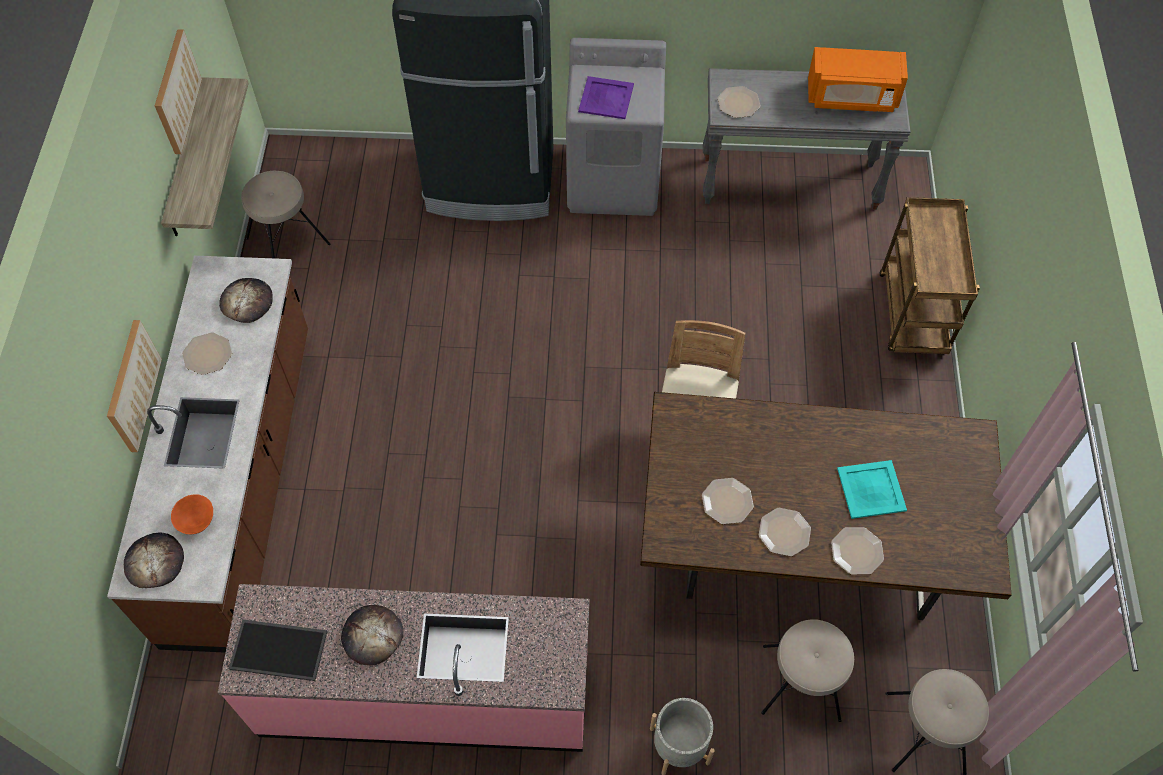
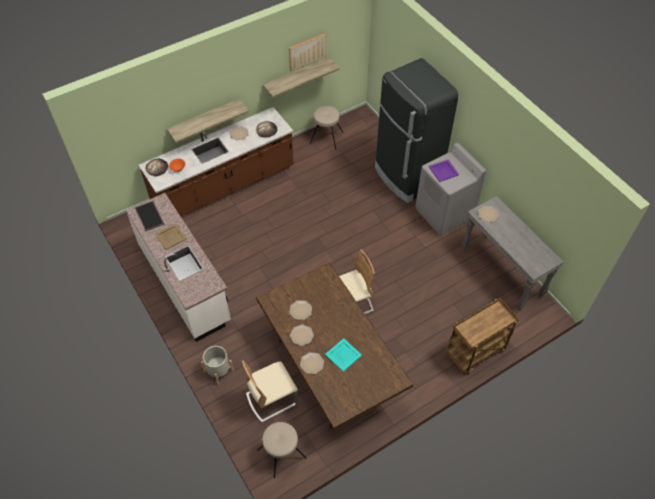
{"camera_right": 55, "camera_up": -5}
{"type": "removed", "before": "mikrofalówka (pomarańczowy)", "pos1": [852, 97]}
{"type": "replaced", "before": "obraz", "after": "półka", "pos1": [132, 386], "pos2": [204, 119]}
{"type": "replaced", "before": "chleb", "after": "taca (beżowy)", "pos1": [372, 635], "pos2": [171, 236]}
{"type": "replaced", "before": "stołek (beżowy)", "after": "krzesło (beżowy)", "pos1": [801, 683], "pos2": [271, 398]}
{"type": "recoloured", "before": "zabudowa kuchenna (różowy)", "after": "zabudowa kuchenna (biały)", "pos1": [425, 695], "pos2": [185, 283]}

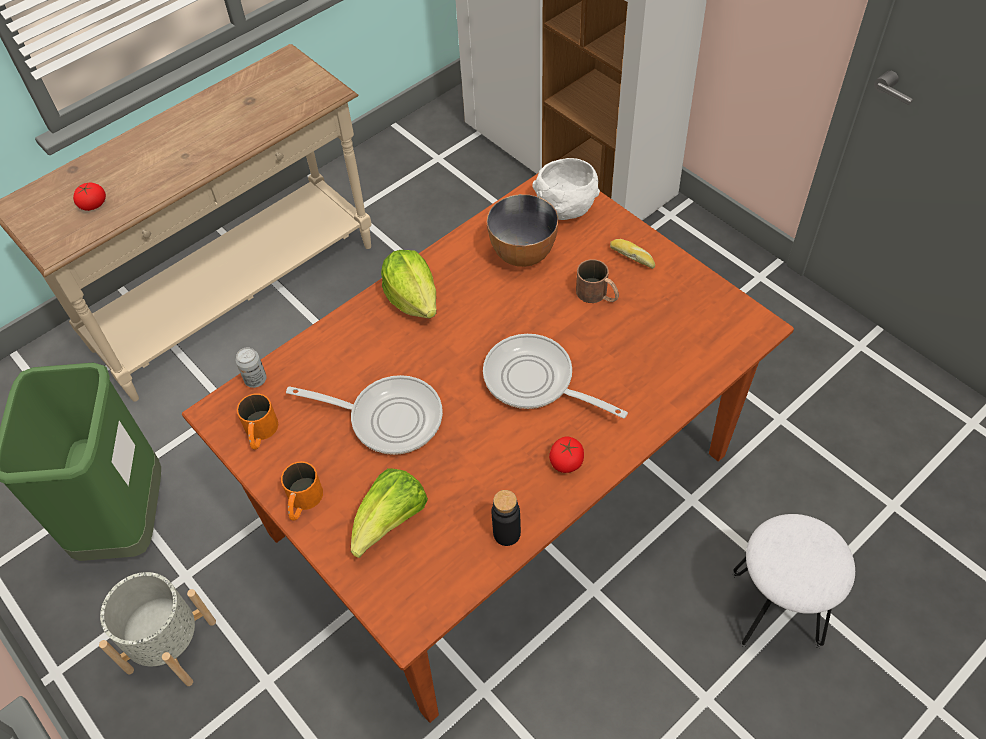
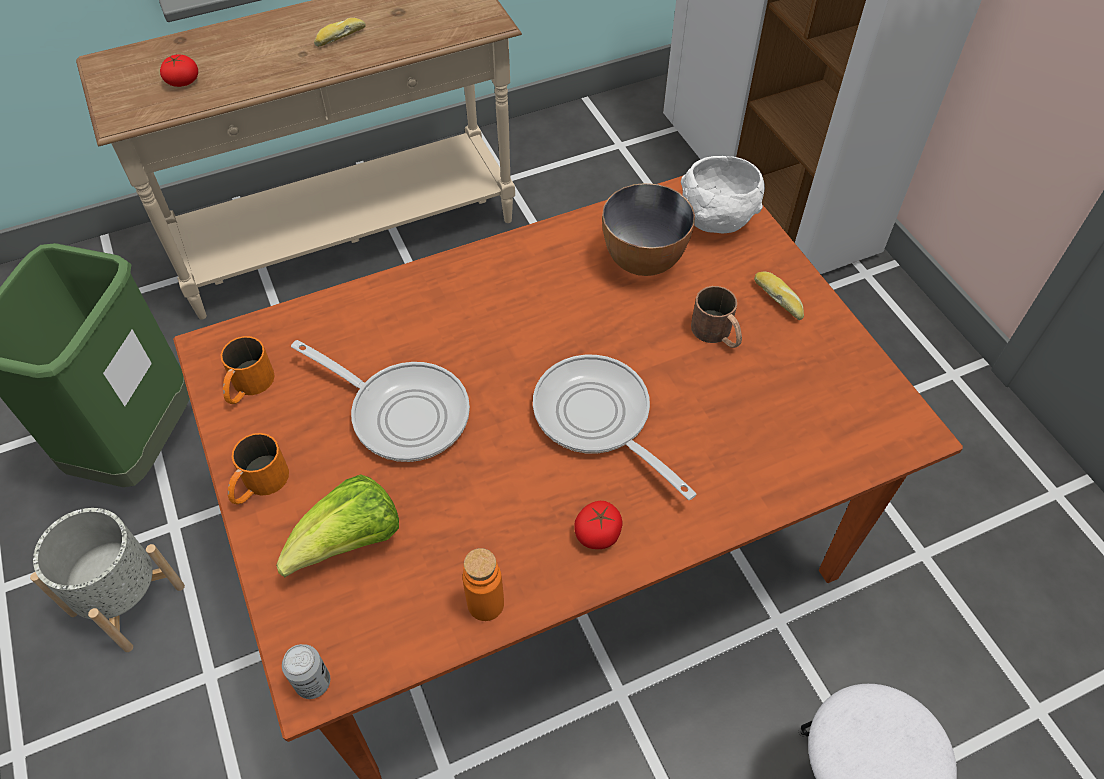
{"camera_right": 15, "camera_up": 0}
{"type": "removed", "before": "sałata", "pos1": [413, 299]}
{"type": "added", "after": "chleb", "pos2": [340, 37]}
{"type": "moved", "before": "puszka", "pos1": [255, 379], "pos2": [313, 682]}
{"type": "recoloured", "before": "butelka (czarny)", "after": "butelka (pomarańczowy)", "pos1": [507, 533], "pos2": [485, 604]}

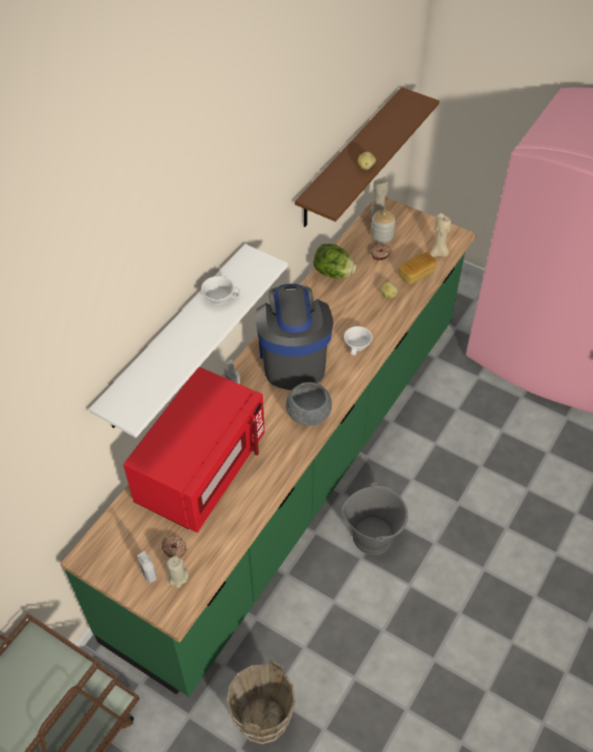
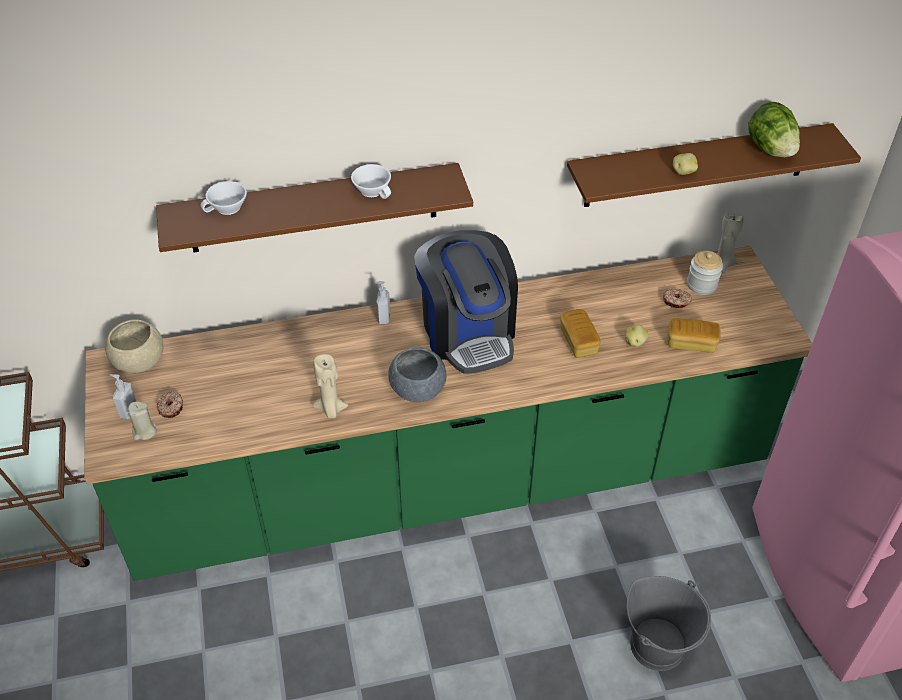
{"camera_right": 45, "camera_up": -5}
{"type": "removed", "before": "mikrofalówka (czerwony)", "pos1": [200, 469]}
{"type": "removed", "before": "wiadro (brązowy)", "pos1": [262, 720]}
{"type": "added", "after": "miska (beżowy)", "pos2": [138, 361]}
{"type": "added", "after": "chleb", "pos2": [578, 341]}
{"type": "moved", "before": "sałata", "pos1": [333, 273], "pos2": [770, 149]}
{"type": "moved", "before": "wiadro (szary)", "pos1": [373, 536], "pos2": [658, 645]}
{"type": "moved", "before": "filiżanka (biały)", "pos1": [358, 345], "pos2": [228, 208]}
{"type": "moved", "before": "świeca (beżowy)", "pos1": [438, 253], "pos2": [330, 410]}
{"type": "recoloured", "before": "półka (biały)", "after": "półka (brązowy)", "pos1": [175, 338], "pos2": [313, 208]}
{"type": "turned", "before": "ekspres do kawy", "pos1": [293, 358], "pos2": [467, 332], "turn": 120}

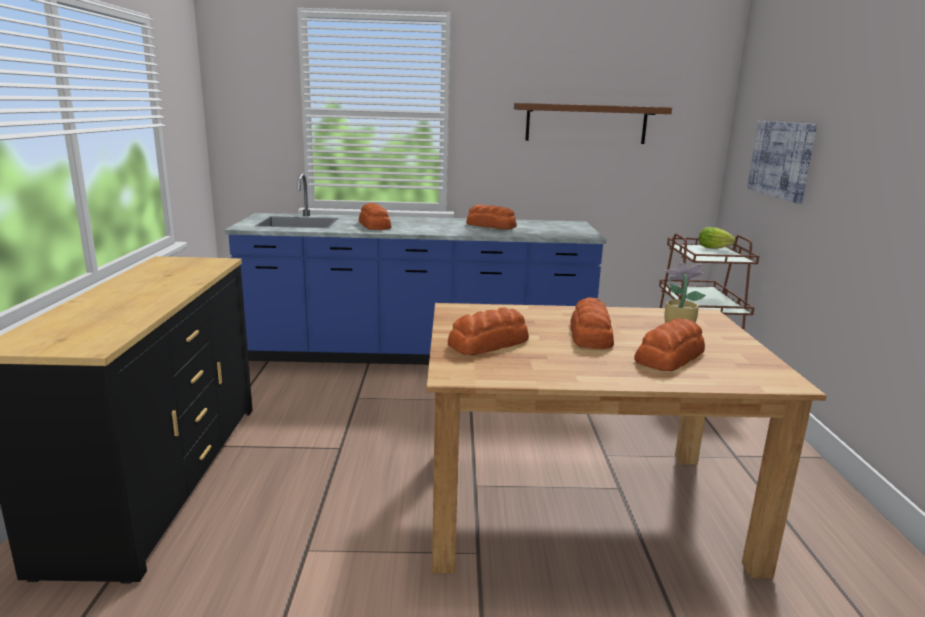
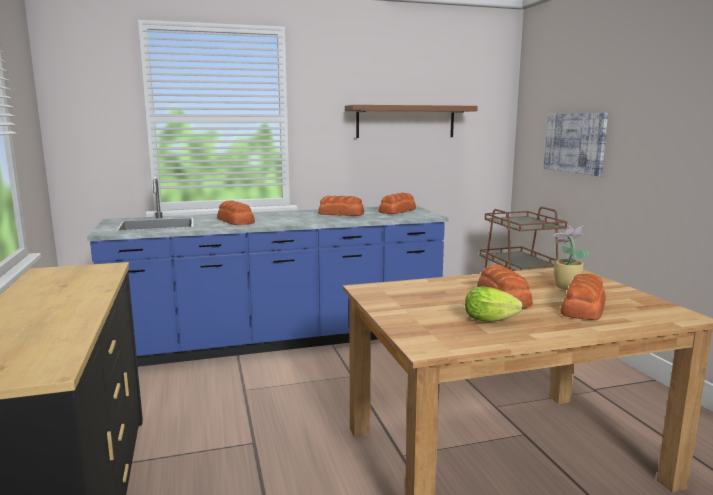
{"camera_right": -15, "camera_up": -5}
{"type": "moved", "before": "chleb", "pos1": [489, 343], "pos2": [398, 211]}
{"type": "moved", "before": "sałata", "pos1": [715, 248], "pos2": [493, 320]}

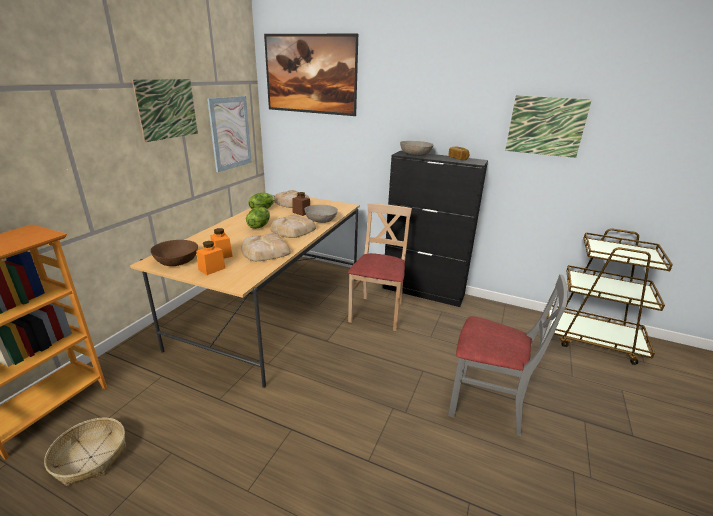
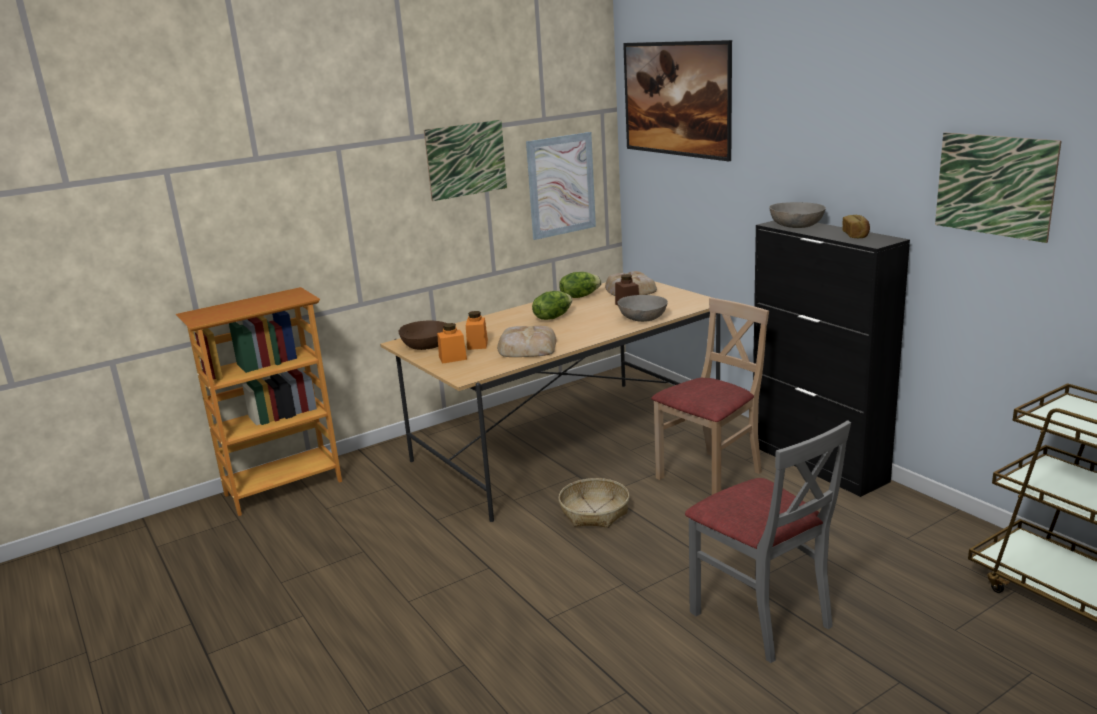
{"camera_right": 35, "camera_up": -5}
{"type": "removed", "before": "chleb", "pos1": [292, 230]}
{"type": "moved", "before": "koszyk", "pos1": [90, 457], "pos2": [594, 512]}

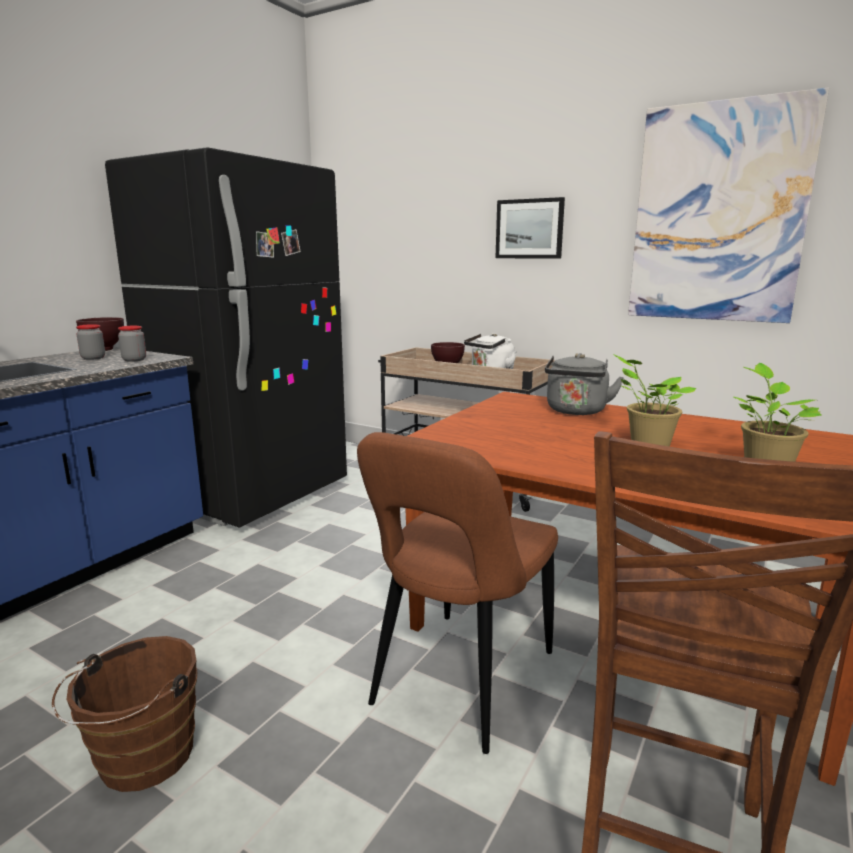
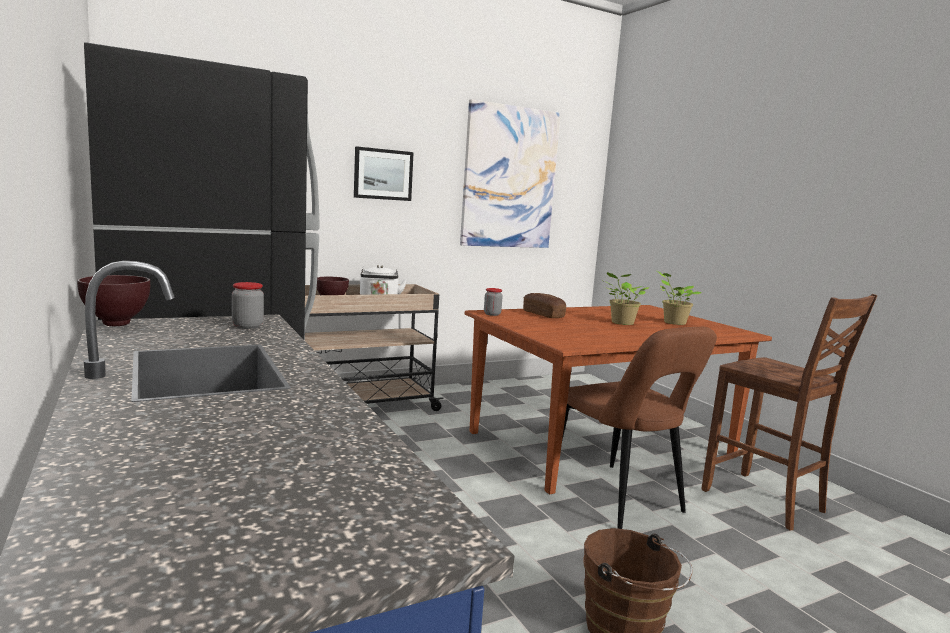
{"camera_right": -60, "camera_up": -5}
{"type": "moved", "before": "słoik", "pos1": [93, 358], "pos2": [492, 314]}
{"type": "replaced", "before": "czajnik (szary)", "after": "chleb", "pos1": [576, 411], "pos2": [543, 314]}

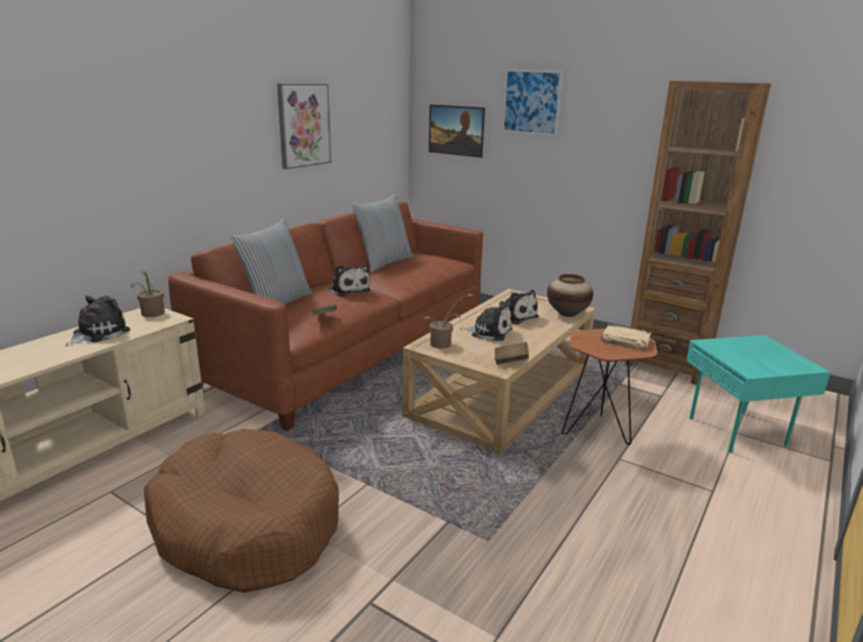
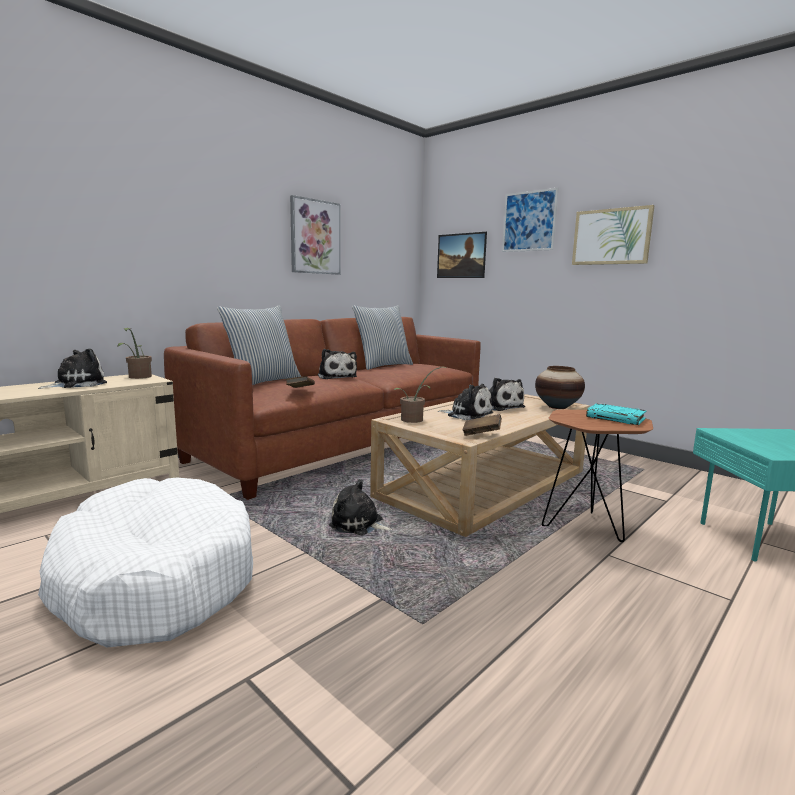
{"camera_right": 10, "camera_up": -10}
{"type": "removed", "before": "regał (brązowy)", "pos1": [667, 364]}
{"type": "added", "after": "pluszak", "pos2": [359, 525]}
{"type": "added", "after": "obraz", "pos2": [611, 237]}
{"type": "recoloured", "before": "legowisko (brązowy)", "after": "legowisko (biały)", "pos1": [246, 525], "pos2": [155, 578]}
{"type": "recoloured", "before": "książka (beżowy)", "after": "książka (turkusowy)", "pos1": [626, 340], "pos2": [616, 418]}

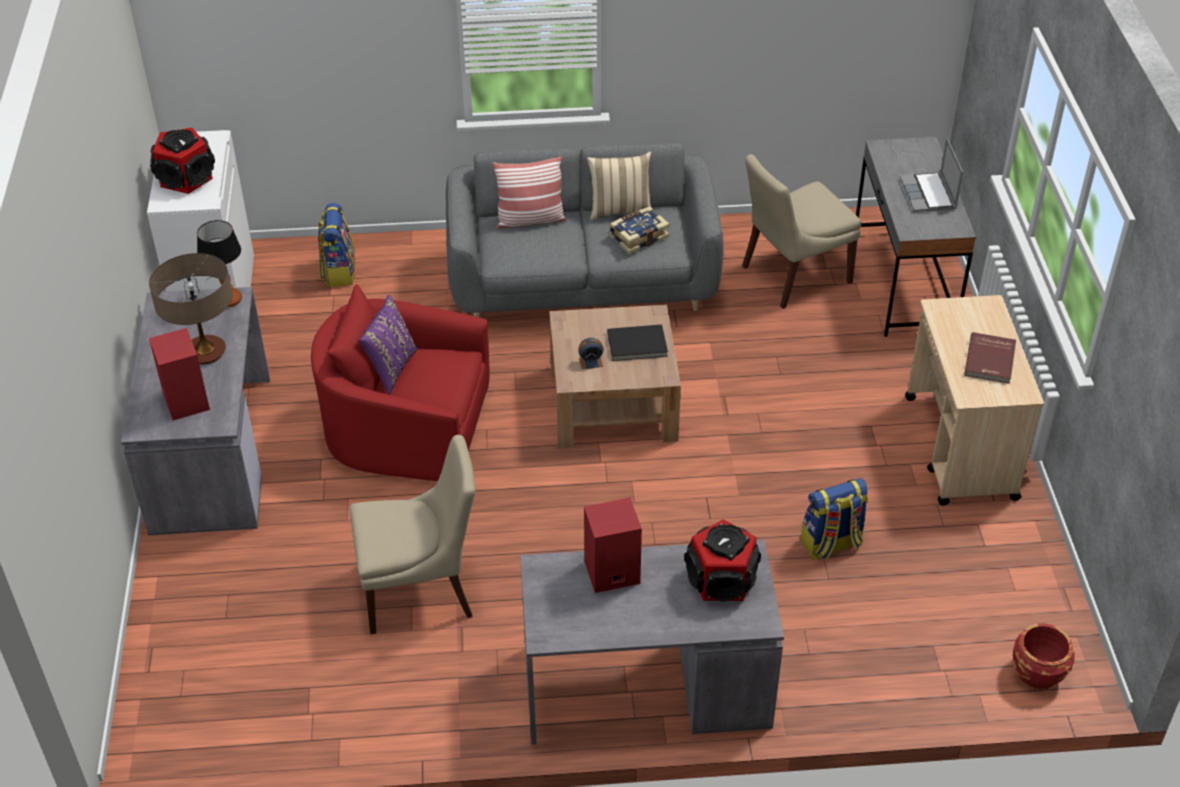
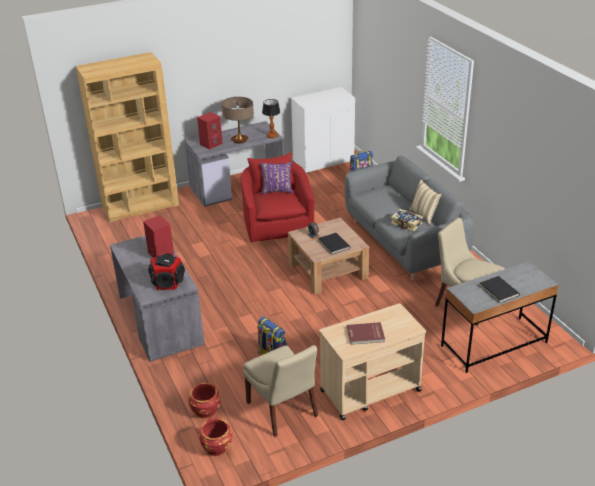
{"camera_right": 70, "camera_up": -10}
{"type": "removed", "before": "głośnik", "pos1": [186, 178]}
{"type": "removed", "before": "poduszka", "pos1": [530, 220]}
{"type": "added", "after": "regał (brązowy)", "pos2": [141, 206]}
{"type": "added", "after": "donica (czerwony)", "pos2": [206, 410]}
{"type": "moved", "before": "krzesło (beżowy)", "pos1": [421, 590], "pos2": [283, 411]}
{"type": "replaced", "before": "laptop", "after": "książka (czarny)", "pos1": [929, 194], "pos2": [498, 291]}

